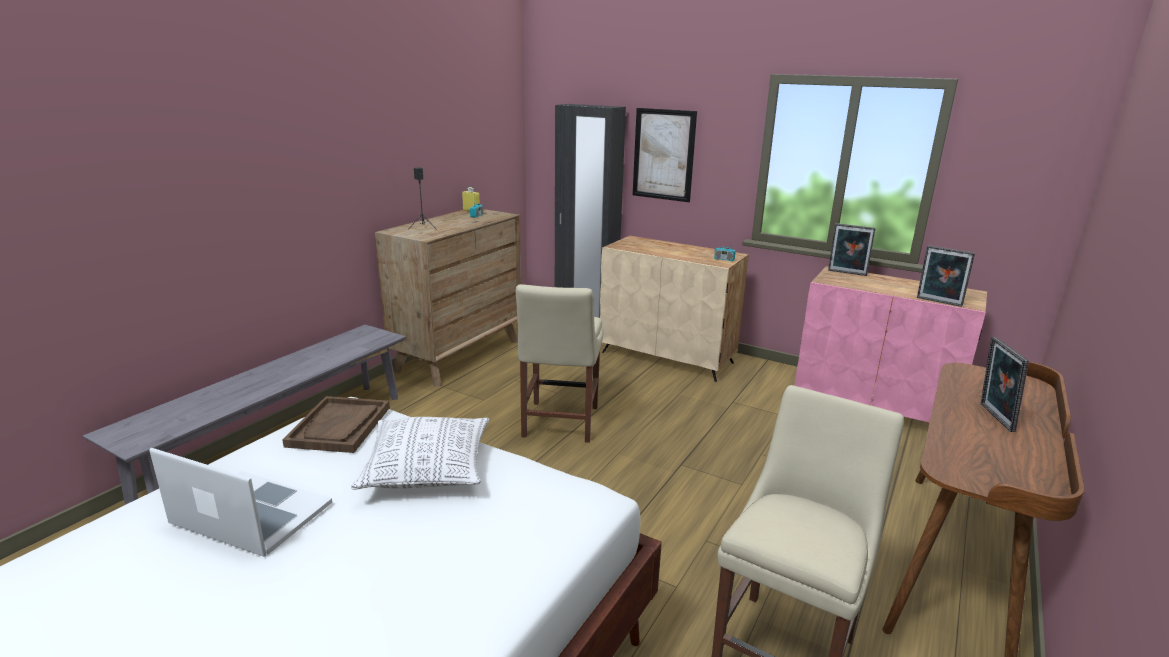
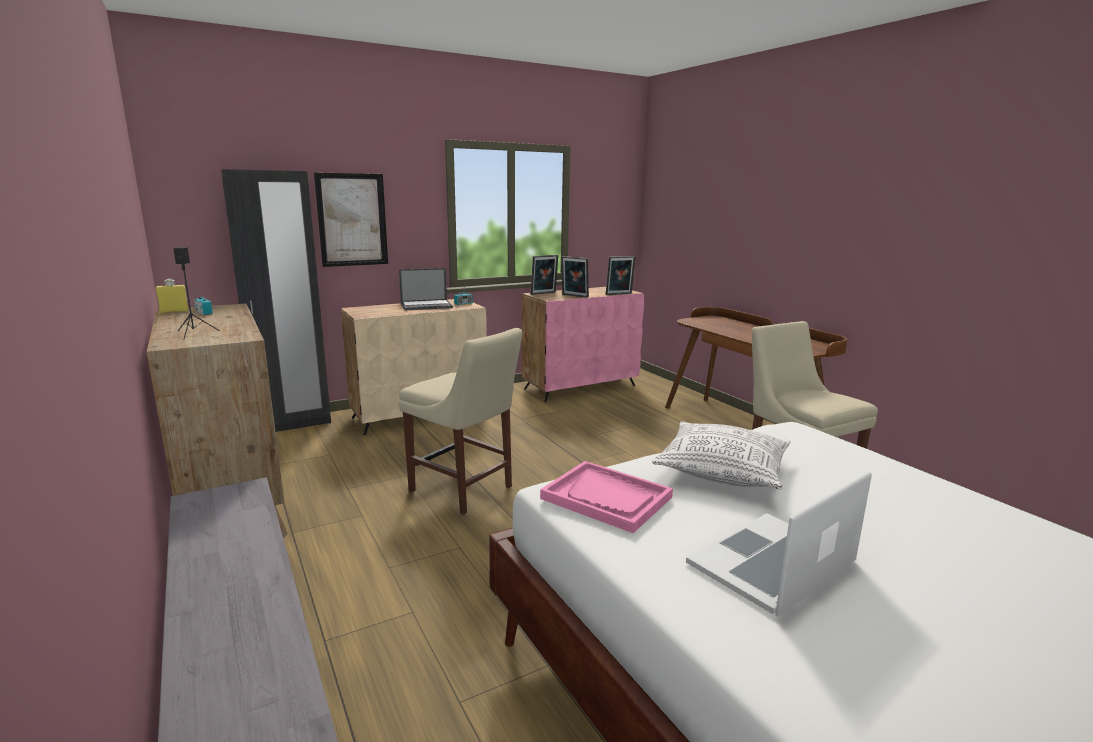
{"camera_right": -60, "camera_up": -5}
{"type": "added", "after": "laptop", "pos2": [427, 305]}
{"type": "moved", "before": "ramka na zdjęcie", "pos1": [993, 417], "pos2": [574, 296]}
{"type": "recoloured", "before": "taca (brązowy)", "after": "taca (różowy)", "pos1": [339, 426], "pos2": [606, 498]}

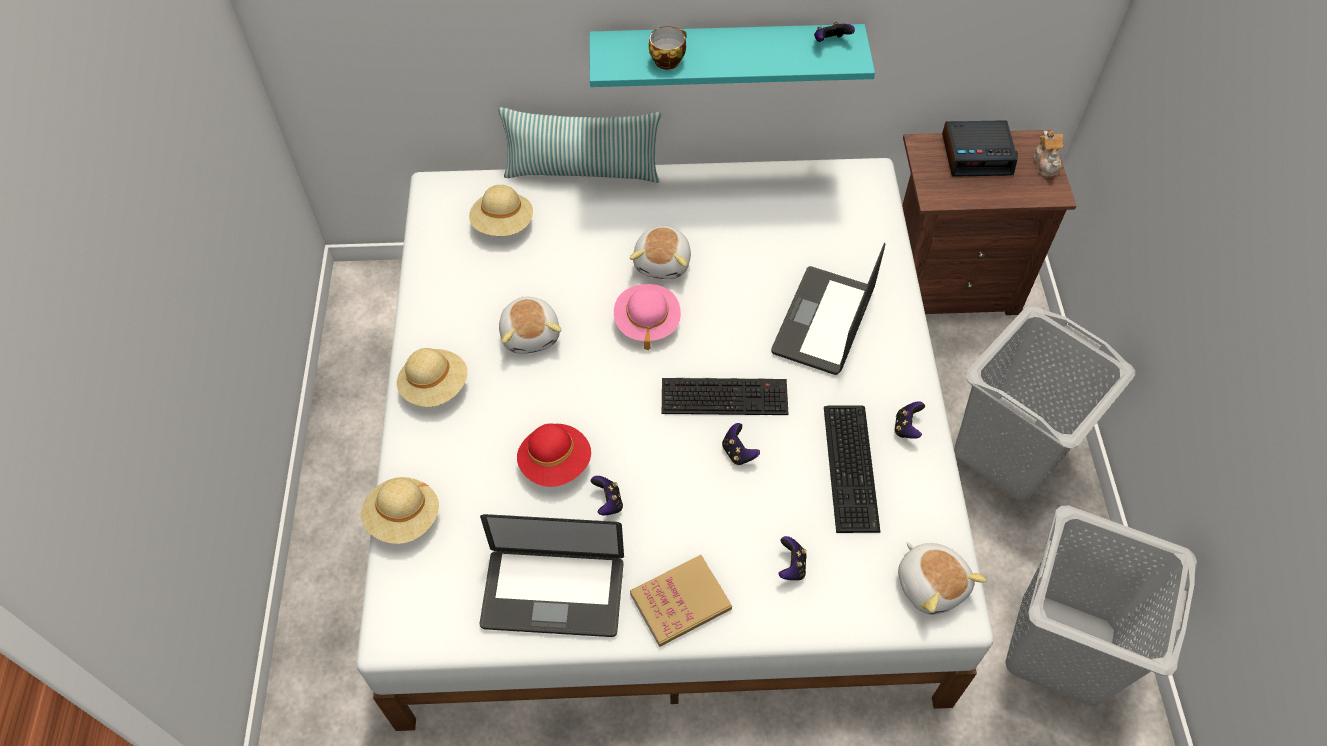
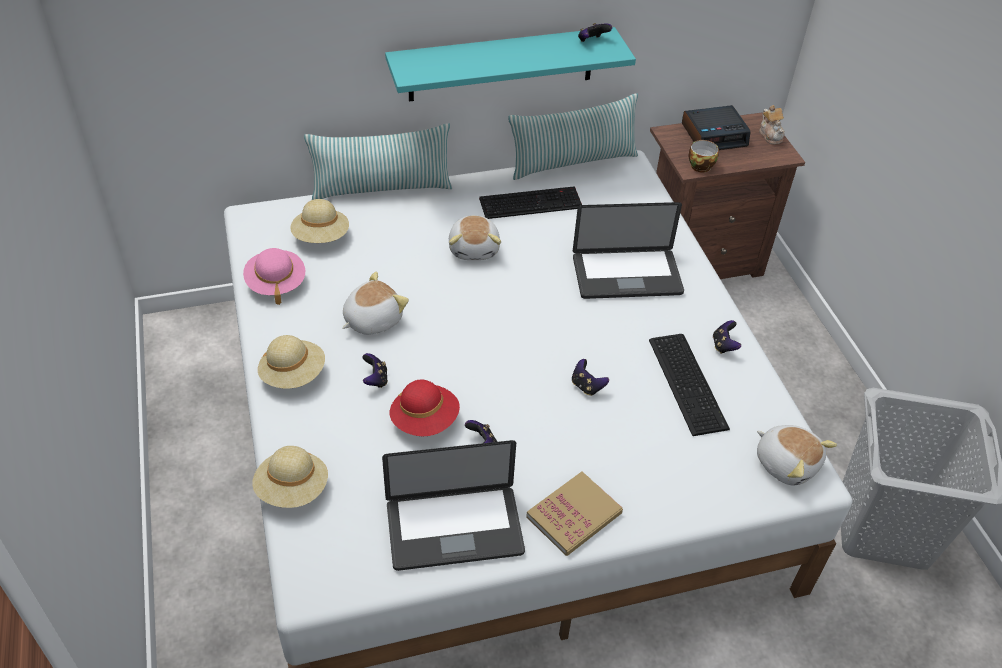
{"camera_right": -15, "camera_up": -10}
{"type": "removed", "before": "kosz na pranie (szary)", "pos1": [1011, 451]}
{"type": "added", "after": "poduszka", "pos2": [573, 162]}
{"type": "moved", "before": "kapelusz (różowy)", "pos1": [647, 322], "pos2": [276, 283]}
{"type": "moved", "before": "filiżanka", "pos1": [668, 59], "pos2": [700, 165]}
{"type": "moved", "before": "klawiatura", "pos1": [725, 395], "pos2": [531, 202]}
{"type": "moved", "before": "pad do gier", "pos1": [791, 566], "pos2": [375, 379]}
{"type": "turned", "before": "pluszak", "pos1": [531, 334], "pos2": [372, 319], "turn": -105}
{"type": "turned", "before": "laptop", "pos1": [823, 322], "pos2": [626, 275], "turn": -105}

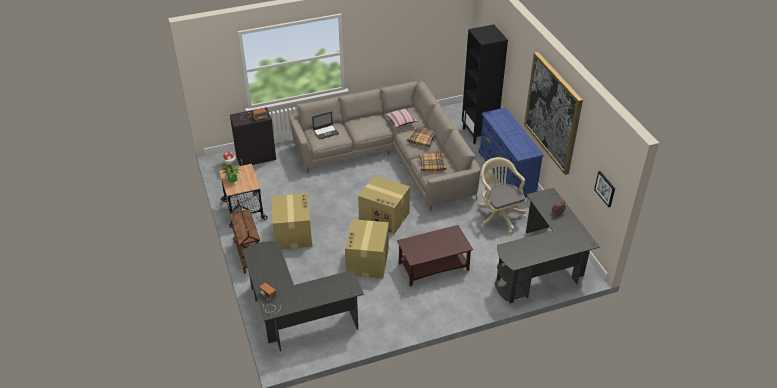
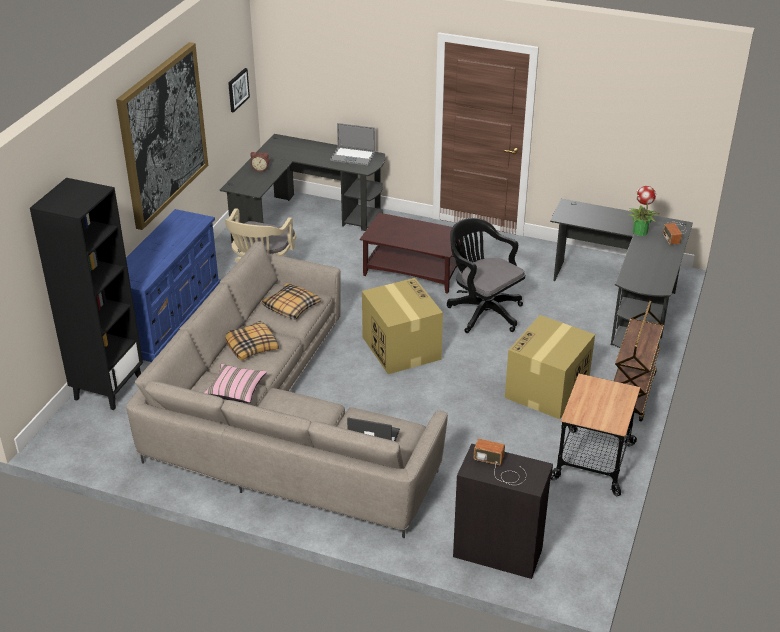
{"camera_right": -140, "camera_up": -5}
{"type": "added", "after": "laptop", "pos2": [352, 156]}
{"type": "moved", "before": "roślina doniczkowa", "pos1": [233, 179], "pos2": [639, 231]}
{"type": "replaced", "before": "karton", "after": "krzesło biurowe (czarny)", "pos1": [367, 262], "pos2": [482, 311]}

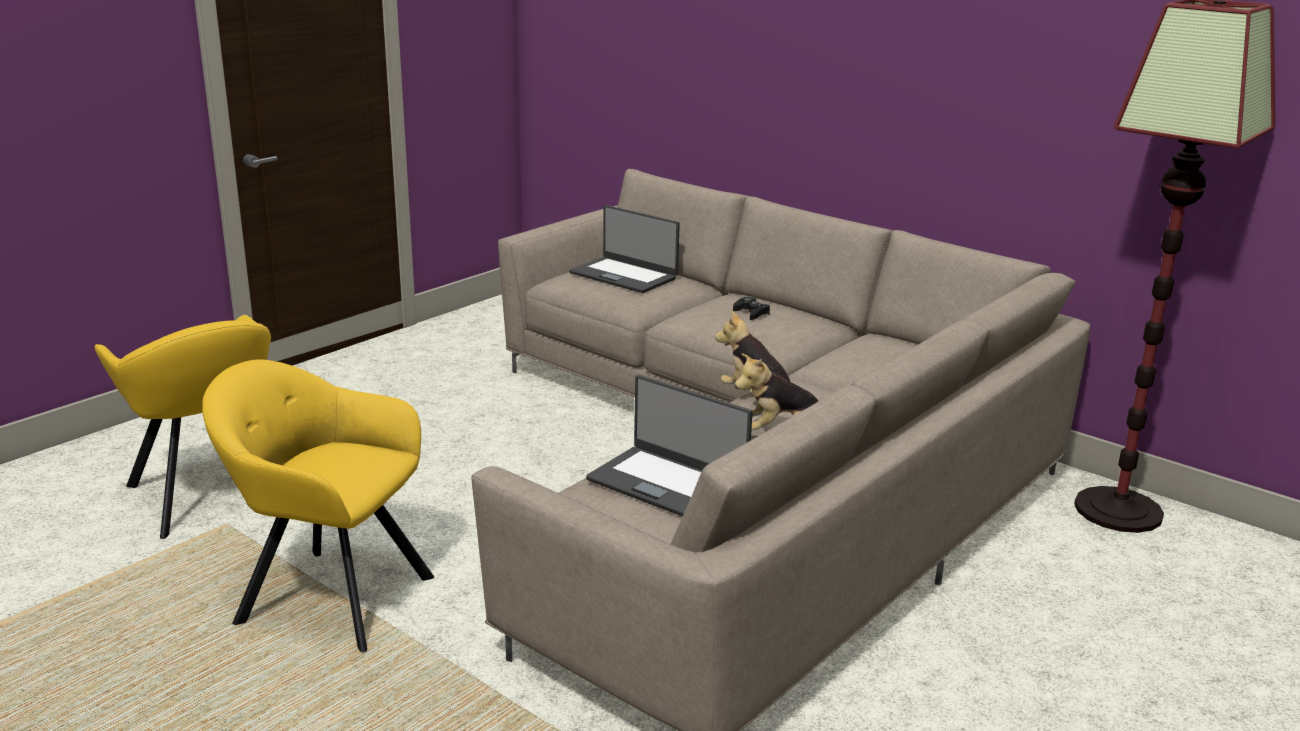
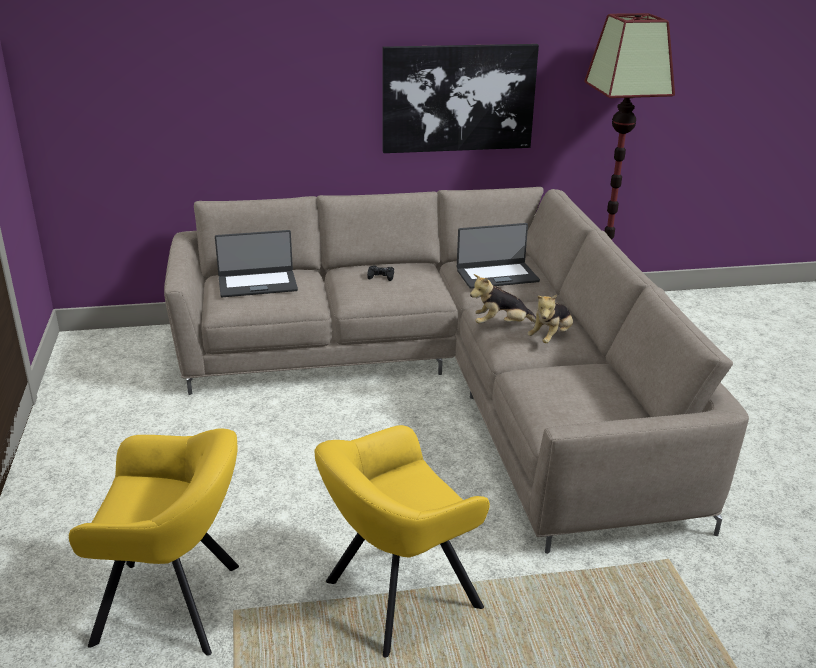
{"camera_right": -50, "camera_up": 5}
{"type": "added", "after": "obraz", "pos2": [458, 98]}
{"type": "moved", "before": "laptop", "pos1": [668, 483], "pos2": [497, 275]}

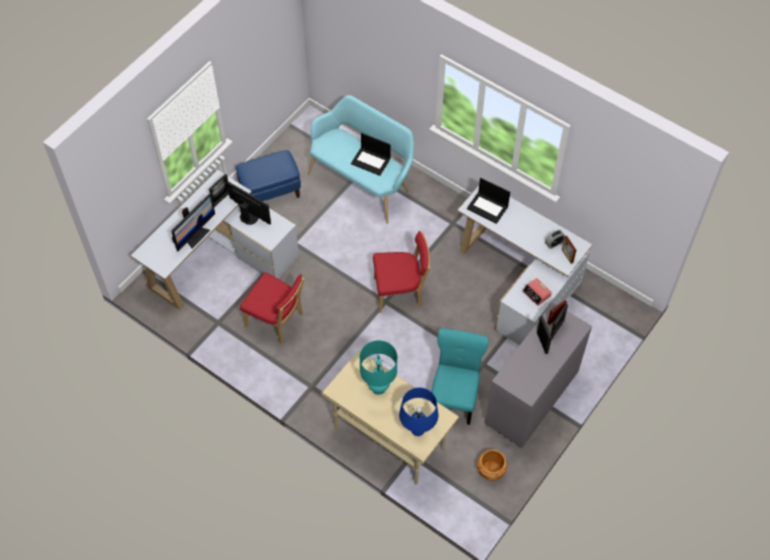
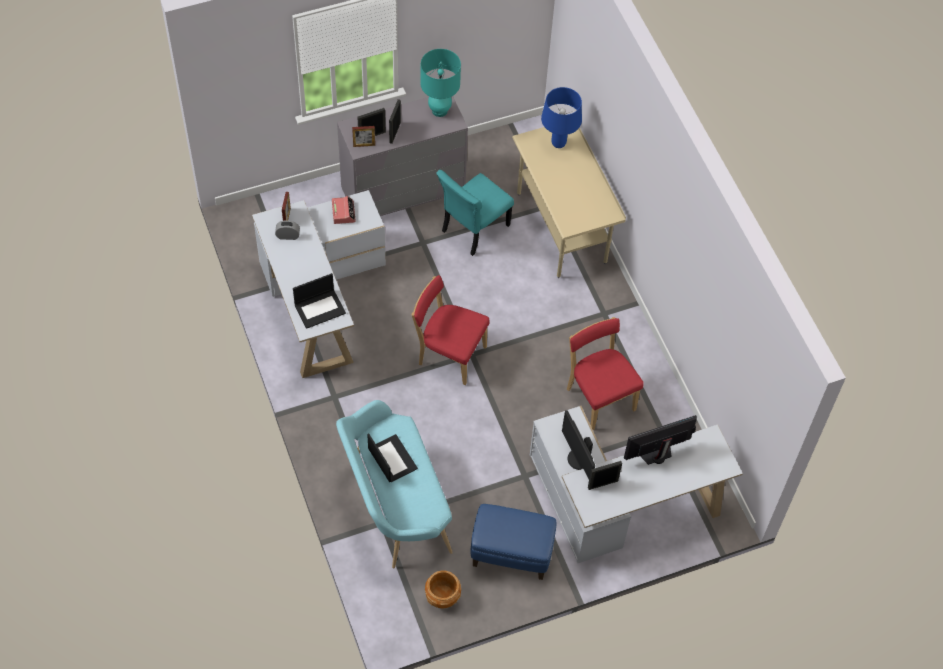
{"camera_right": -150, "camera_up": 0}
{"type": "moved", "before": "lampa stołowa (turkusowy)", "pos1": [378, 388], "pos2": [439, 110]}
{"type": "moved", "before": "donica (brązowy)", "pos1": [490, 470], "pos2": [442, 597]}
{"type": "turned", "before": "laptop", "pos1": [488, 207], "pos2": [320, 308], "turn": 90}

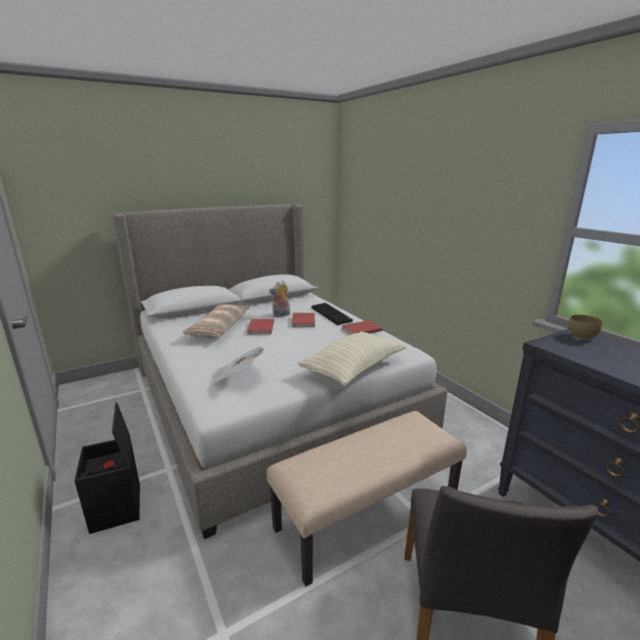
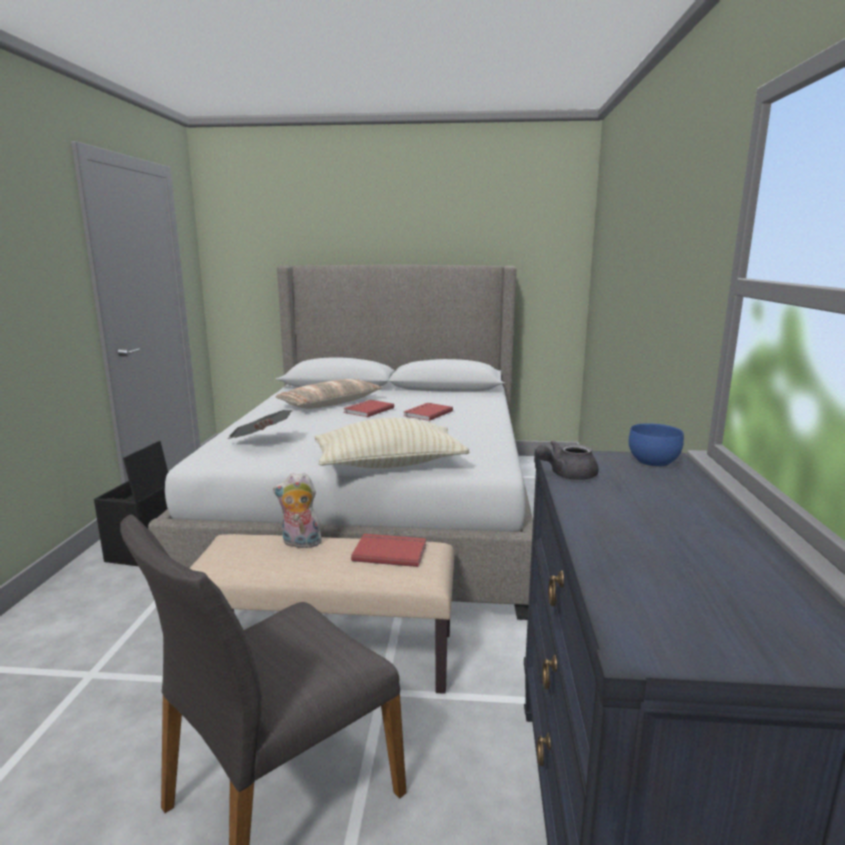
{"camera_right": 35, "camera_up": -5}
{"type": "removed", "before": "klawiatura", "pos1": [332, 314]}
{"type": "added", "after": "imbryk (szary)", "pos2": [566, 475]}
{"type": "moved", "before": "pluszak", "pos1": [281, 315], "pos2": [300, 544]}
{"type": "moved", "before": "książka (czerwony)", "pos1": [360, 329], "pos2": [390, 552]}
{"type": "recoloured", "before": "miska (brązowy)", "after": "miska (niebieski)", "pos1": [580, 336], "pos2": [651, 462]}

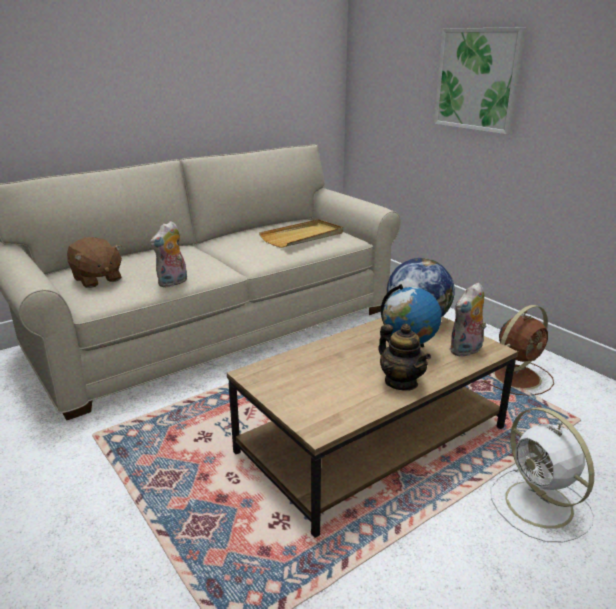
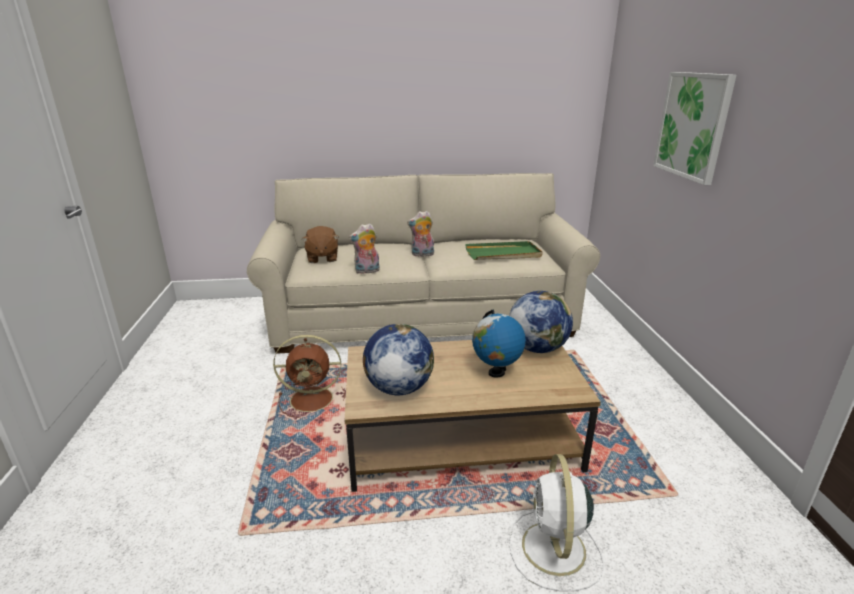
{"camera_right": 30, "camera_up": 0}
{"type": "removed", "before": "imbryk", "pos1": [401, 382]}
{"type": "added", "after": "globus", "pos2": [398, 388]}
{"type": "moved", "before": "pluszak", "pos1": [466, 351], "pos2": [422, 255]}
{"type": "moved", "before": "wentylator (brązowy)", "pos1": [518, 376], "pos2": [313, 399]}
{"type": "recoloured", "before": "taca (beżowy)", "after": "taca (zielony)", "pos1": [303, 236], "pos2": [503, 254]}

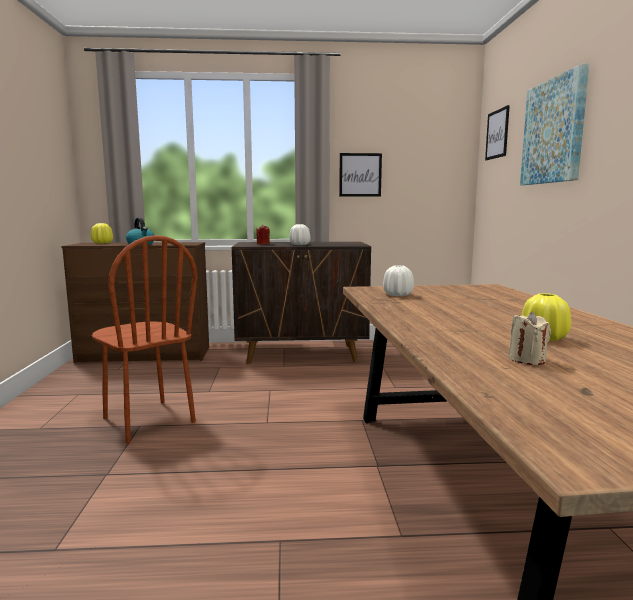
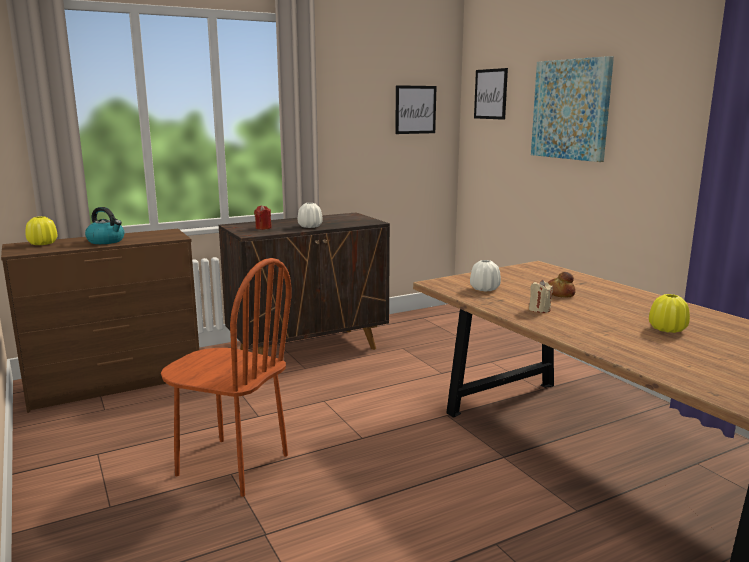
{"camera_right": -25, "camera_up": 5}
{"type": "added", "after": "chleb", "pos2": [560, 294]}
{"type": "moved", "before": "obraz", "pos1": [360, 175], "pos2": [415, 109]}
{"type": "moved", "before": "świeca (beżowy)", "pos1": [527, 360], "pos2": [539, 309]}

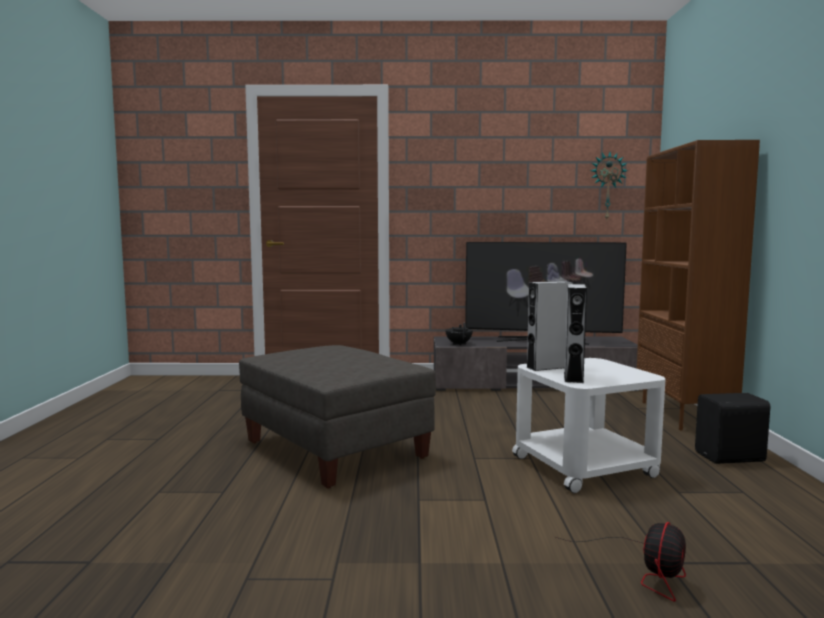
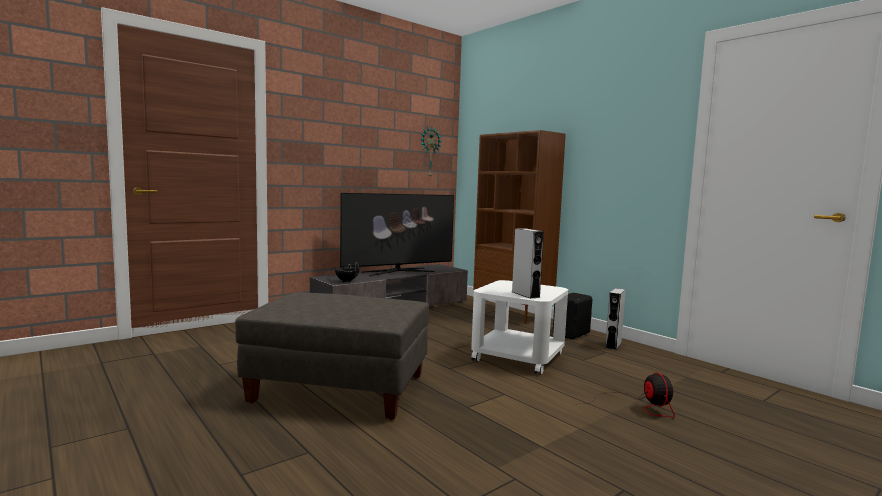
{"camera_right": -40, "camera_up": 0}
{"type": "moved", "before": "głośnik (szary)", "pos1": [548, 367], "pos2": [613, 345]}

